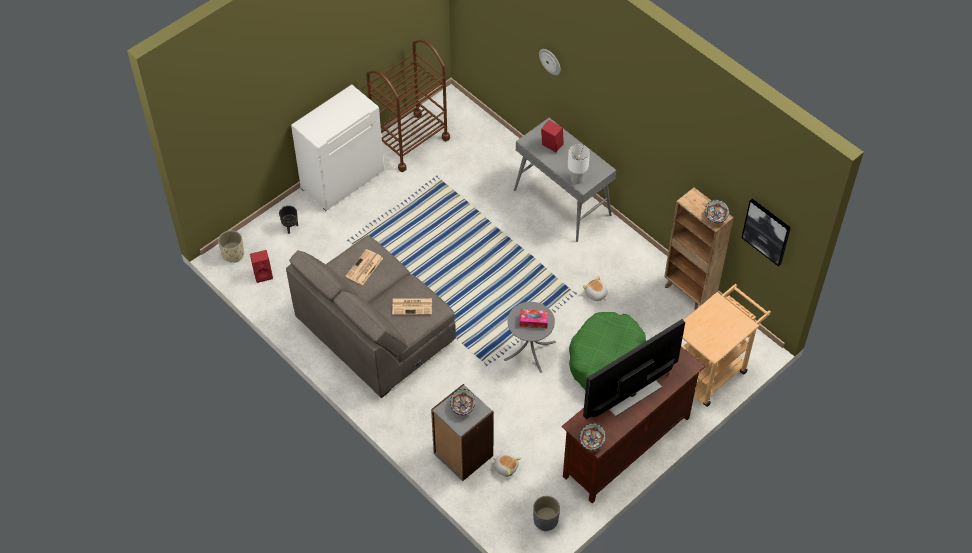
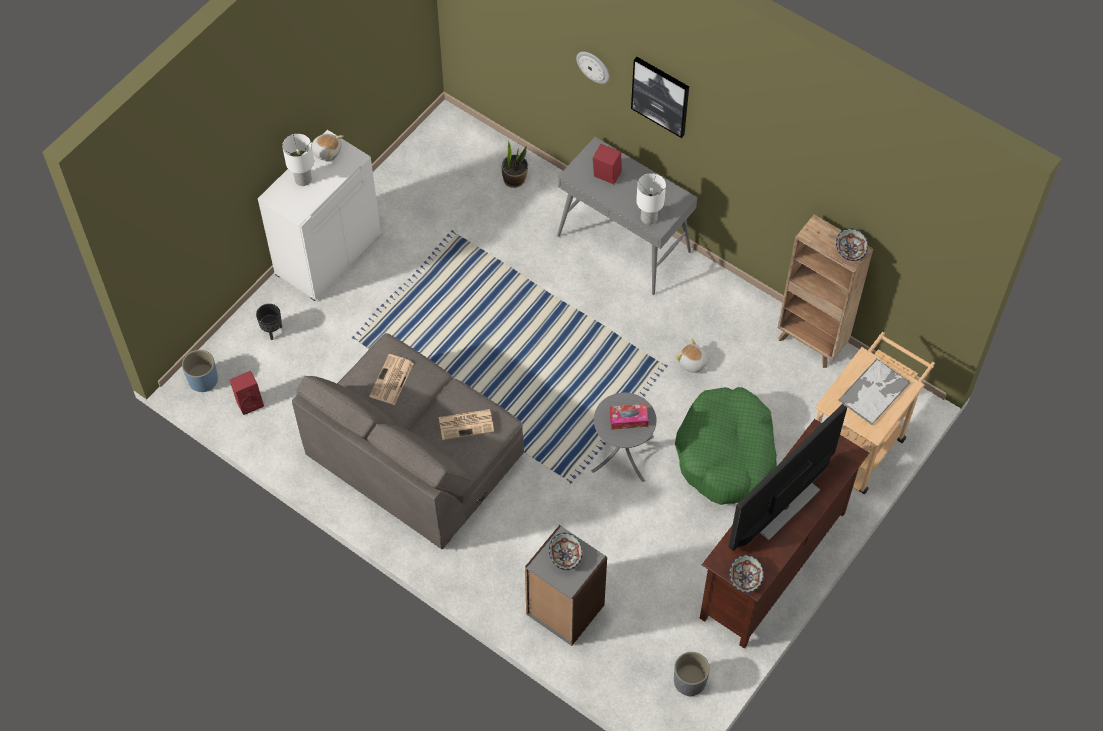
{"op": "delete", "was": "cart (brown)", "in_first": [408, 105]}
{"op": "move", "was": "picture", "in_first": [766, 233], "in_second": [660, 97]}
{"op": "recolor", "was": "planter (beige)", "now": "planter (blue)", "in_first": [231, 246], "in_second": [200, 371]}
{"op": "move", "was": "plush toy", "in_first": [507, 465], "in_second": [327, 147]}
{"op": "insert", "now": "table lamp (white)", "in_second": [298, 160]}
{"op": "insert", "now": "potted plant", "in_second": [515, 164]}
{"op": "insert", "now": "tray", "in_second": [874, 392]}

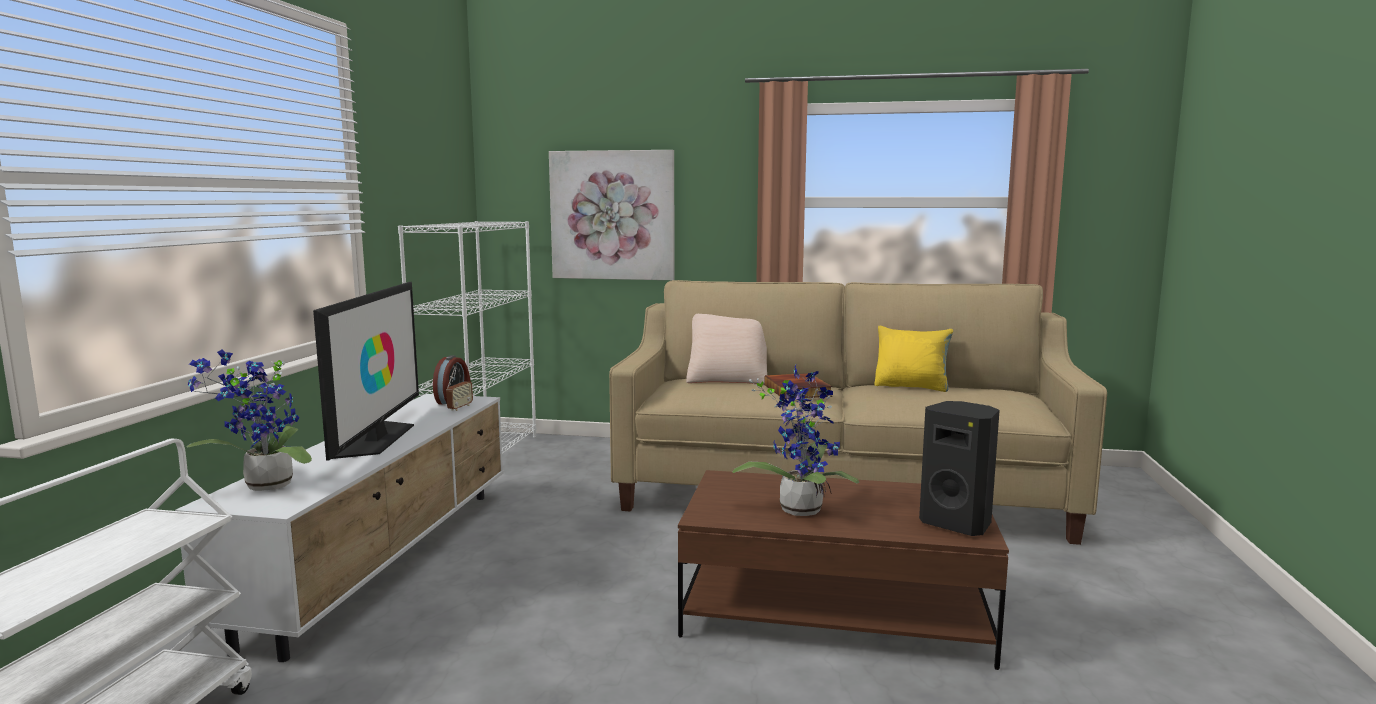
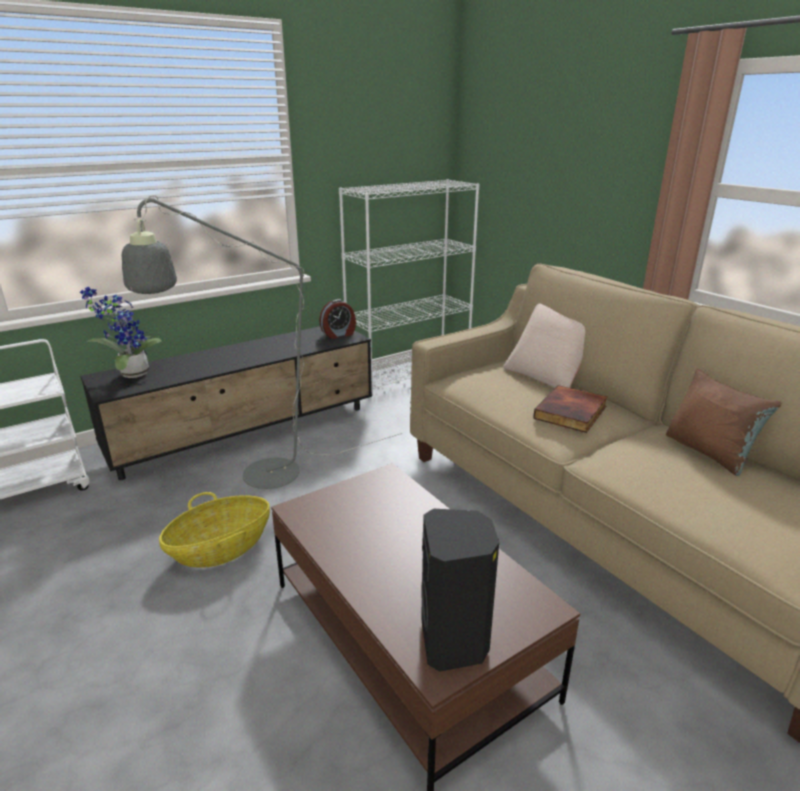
{"op": "delete", "was": "picture", "in_first": [612, 215]}
{"op": "delete", "was": "television", "in_first": [366, 371]}
{"op": "recolor", "was": "pillow (yellow)", "now": "pillow (brown)", "in_first": [913, 359], "in_second": [724, 422]}
{"op": "delete", "was": "potted plant", "in_first": [795, 440]}
{"op": "delete", "was": "radio", "in_first": [459, 388]}
{"op": "recolor", "was": "tv stand (white)", "now": "tv stand (black)", "in_first": [339, 528], "in_second": [226, 403]}
{"op": "insert", "now": "floor lamp (grey)", "in_second": [262, 342]}
{"op": "insert", "now": "basket", "in_second": [214, 530]}

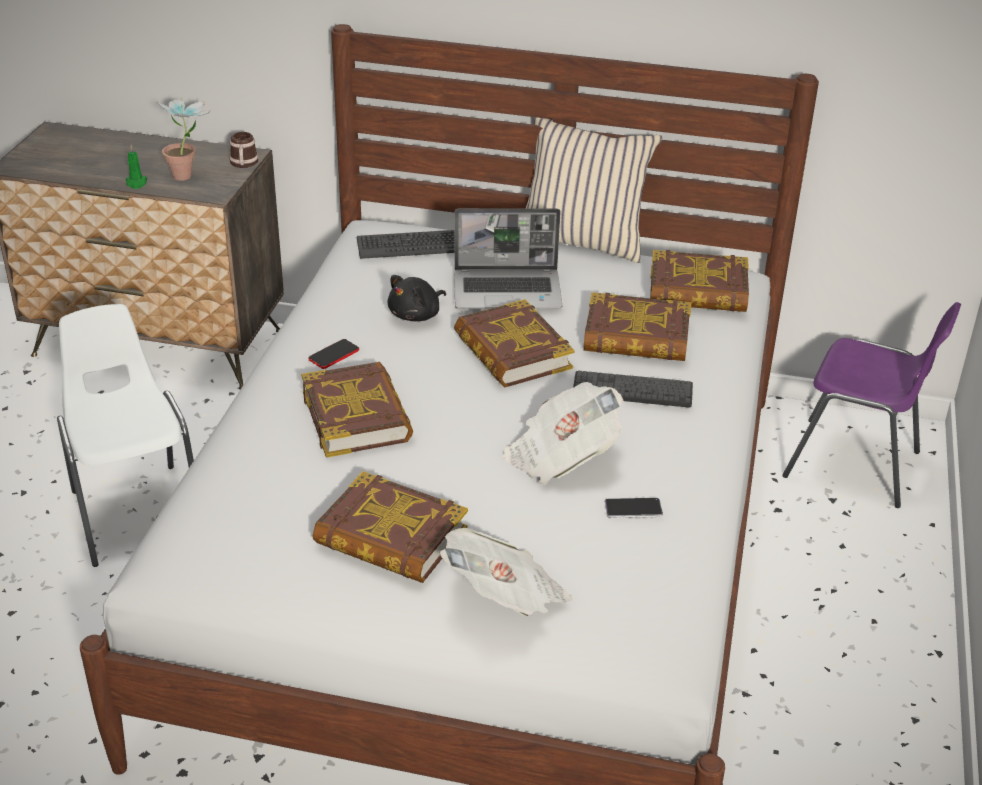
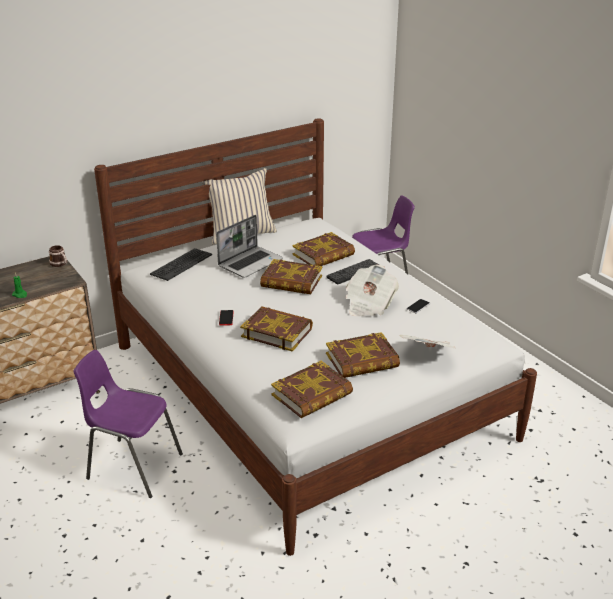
{"op": "delete", "was": "potted plant", "in_first": [184, 139]}
{"op": "move", "was": "book", "in_first": [699, 281], "in_second": [312, 389]}
{"op": "delete", "was": "plush toy (black)", "in_first": [417, 298]}
{"op": "recolor", "was": "chair (white)", "now": "chair (purple)", "in_first": [125, 435], "in_second": [128, 424]}

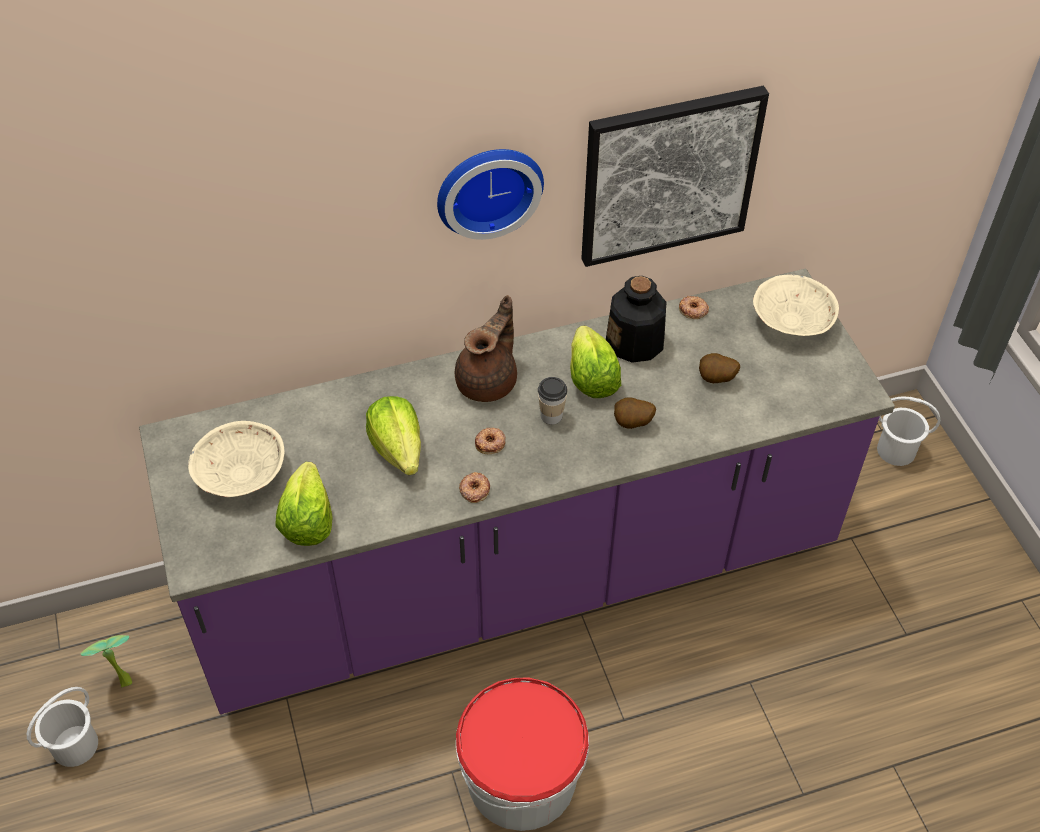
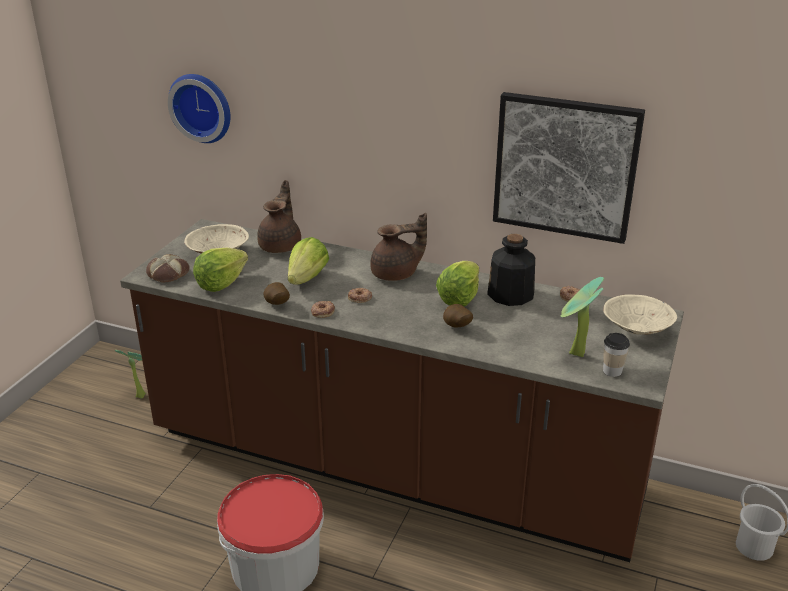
{"op": "move", "was": "wall clock", "in_first": [490, 194], "in_second": [199, 108]}
{"op": "recolor", "was": "counter (purple)", "now": "counter (brown)", "in_first": [517, 491], "in_second": [402, 390]}
{"op": "move", "was": "potato", "in_first": [719, 368], "in_second": [276, 293]}
{"op": "move", "was": "cup", "in_first": [552, 400], "in_second": [616, 355]}
{"op": "delete", "was": "bucket (white)", "in_first": [62, 727]}
{"op": "insert", "now": "teapot (brown)", "in_second": [279, 216]}
{"op": "insert", "now": "bread", "in_second": [168, 268]}
{"op": "insert", "now": "potted plant", "in_second": [582, 317]}

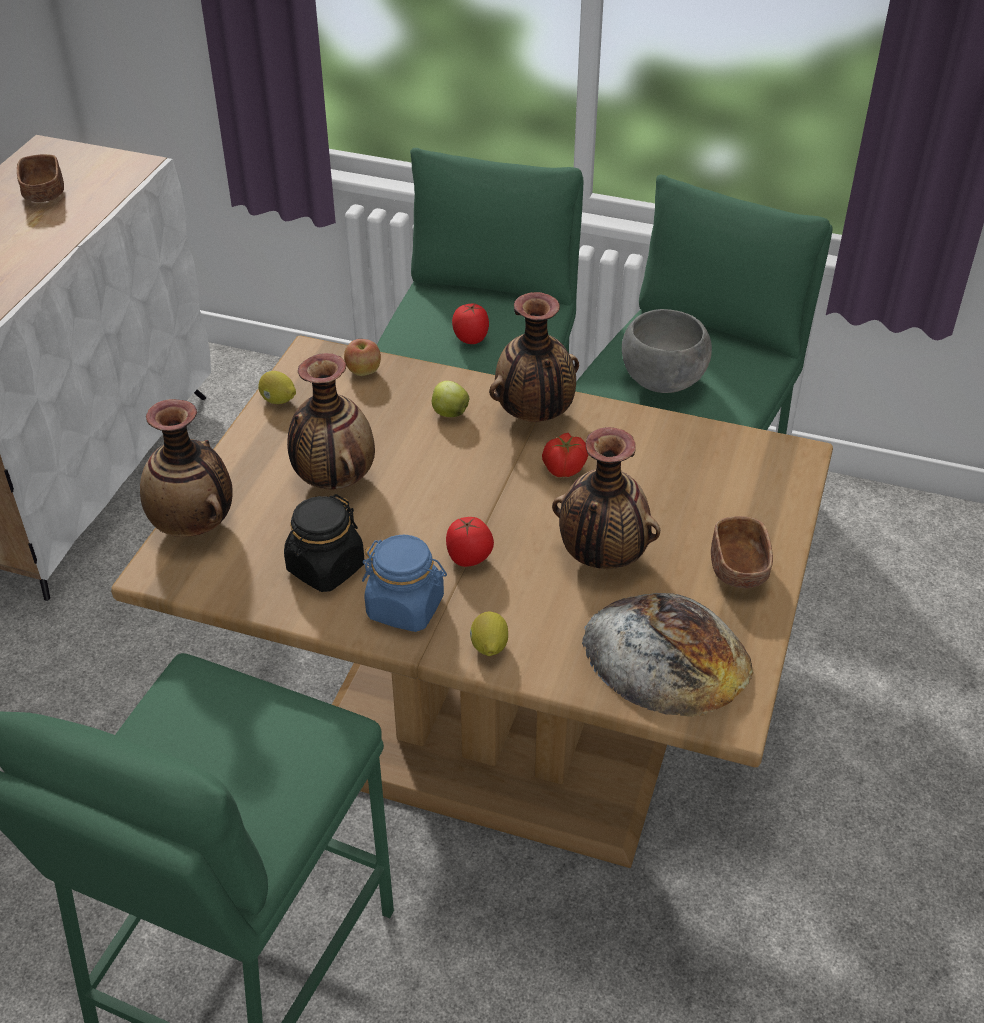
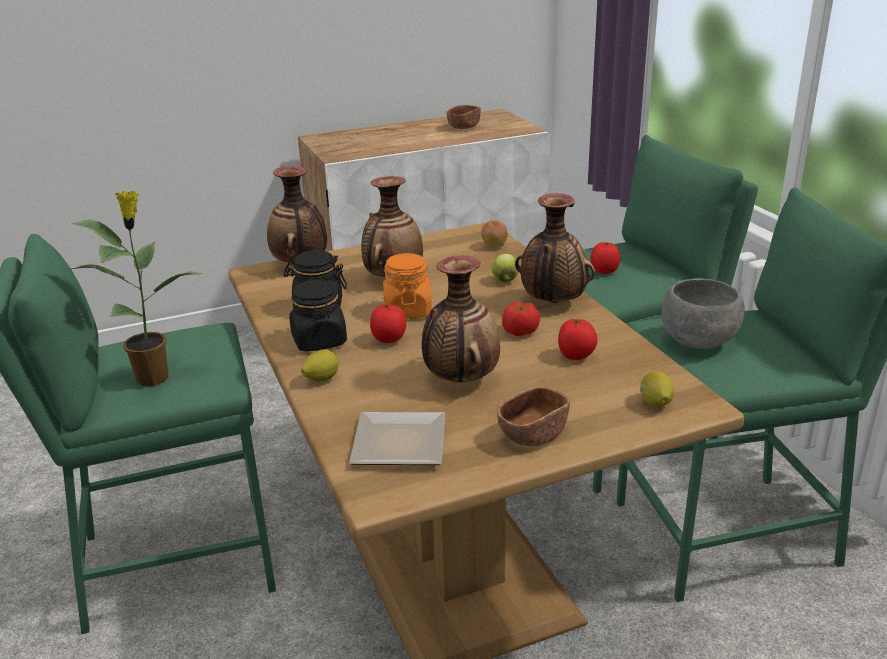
{"op": "move", "was": "lemon", "in_first": [277, 387], "in_second": [657, 388]}
{"op": "recolor", "was": "jar (blue)", "now": "jar (black)", "in_first": [404, 583], "in_second": [318, 315]}
{"op": "replace", "was": "bread", "now": "plate", "in_first": [667, 655], "in_second": [397, 438]}
{"op": "insert", "now": "potted plant", "in_second": [136, 288]}
{"op": "insert", "now": "jar (orange)", "in_second": [407, 286]}
{"op": "insert", "now": "tomato", "in_second": [577, 339]}

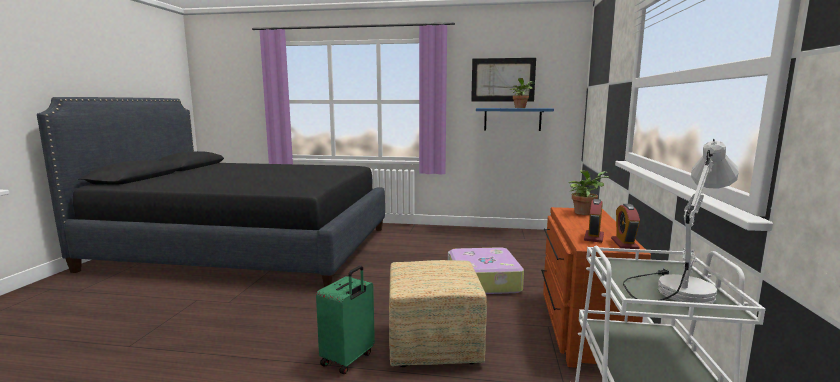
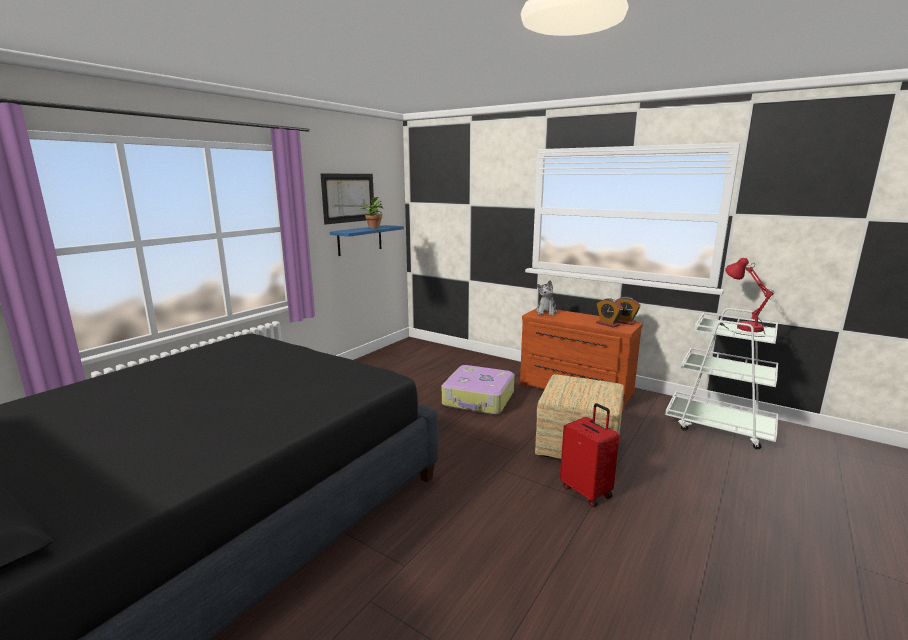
{"op": "recolor", "was": "table lamp (white)", "now": "table lamp (red)", "in_first": [681, 221], "in_second": [747, 297]}
{"op": "replace", "was": "potted plant", "now": "plush toy", "in_first": [589, 192], "in_second": [546, 298]}
{"op": "recolor", "was": "suitcase (green)", "now": "suitcase (red)", "in_first": [345, 320], "in_second": [589, 455]}

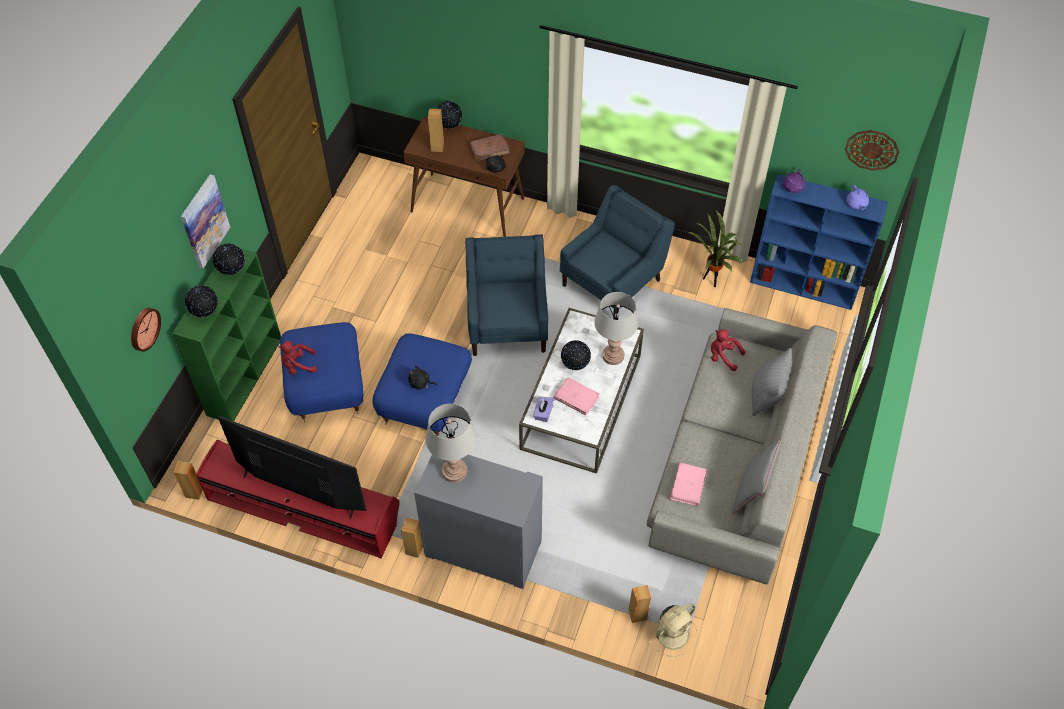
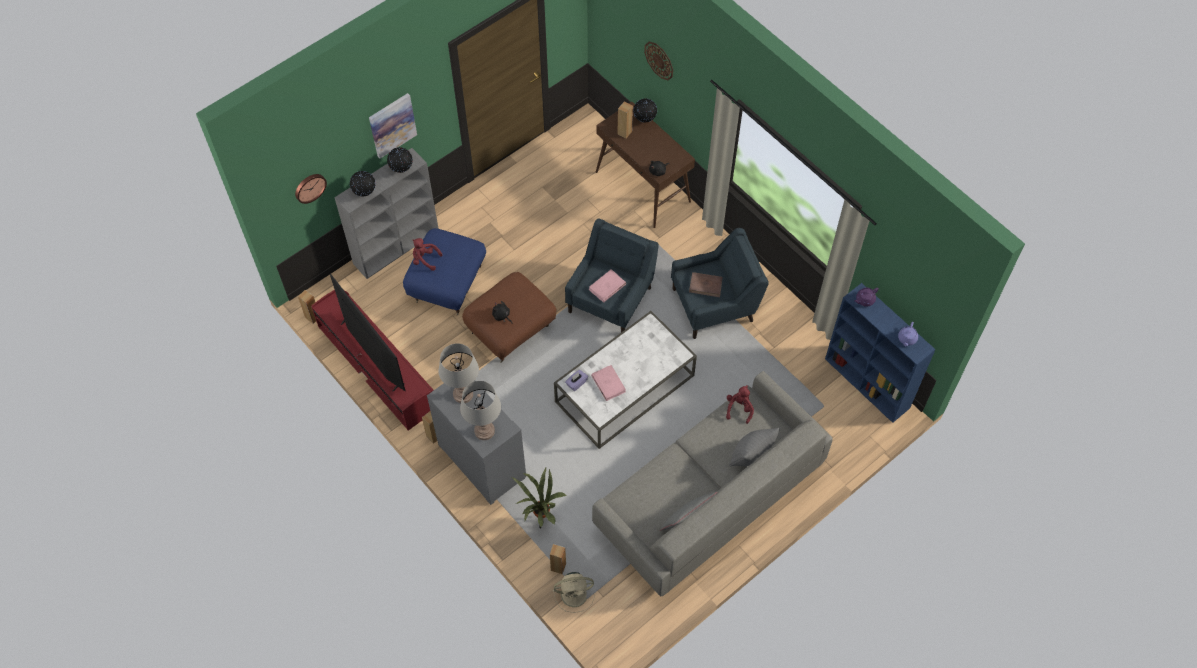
{"op": "move", "was": "wall clock", "in_first": [872, 150], "in_second": [658, 61]}
{"op": "move", "was": "book (brown)", "in_first": [490, 147], "in_second": [706, 284]}
{"op": "move", "was": "potted plant", "in_first": [714, 248], "in_second": [539, 497]}
{"op": "recolor", "was": "bookcase (green)", "now": "bookcase (grey)", "in_first": [226, 334], "in_second": [386, 213]}
{"op": "move", "was": "table lamp (grey)", "in_first": [616, 328], "in_second": [480, 410]}
{"op": "rotate", "was": "plush toy (red)", "in_first": [728, 350], "in_second": [740, 404], "clockwise": 45}
{"op": "recolor", "was": "ottoman (blue)", "now": "ottoman (brown)", "in_first": [422, 384], "in_second": [509, 317]}
{"op": "delete", "was": "globe", "in_first": [576, 355]}
{"op": "move", "was": "book (pink)", "in_first": [688, 484], "in_second": [607, 286]}

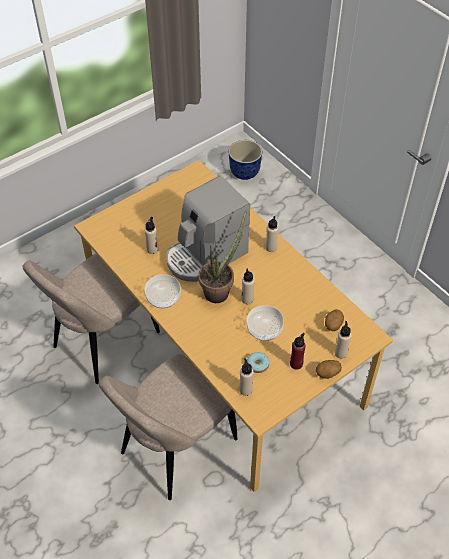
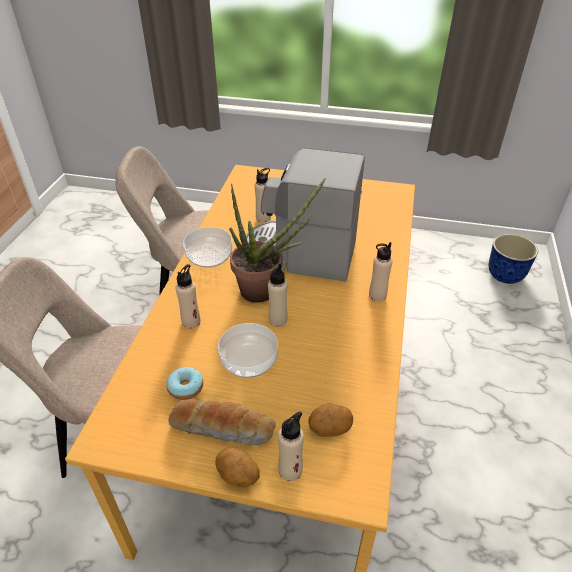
{"op": "replace", "was": "bottle (red)", "now": "bread", "in_first": [298, 351], "in_second": [222, 422]}
{"op": "move", "was": "bottle (beige)", "in_first": [246, 377], "in_second": [187, 296]}

